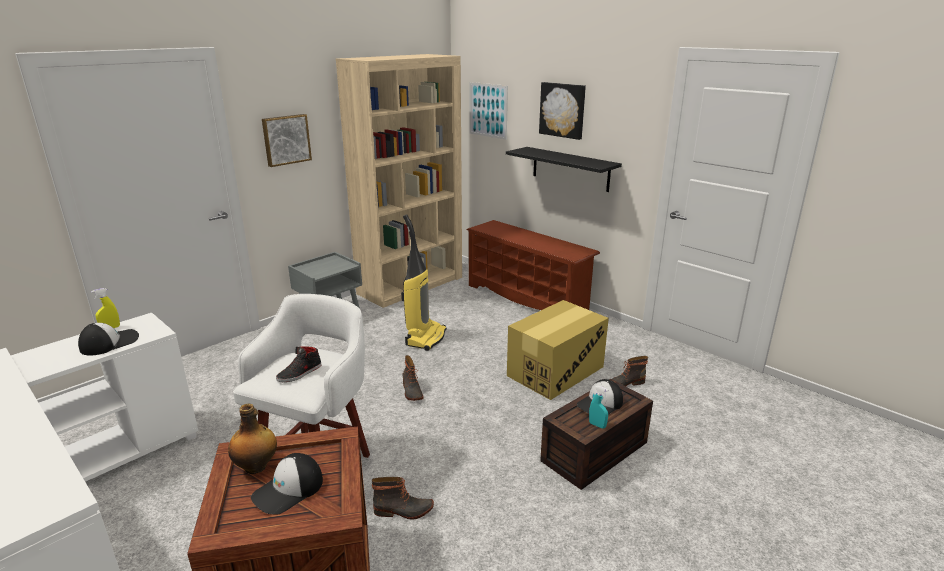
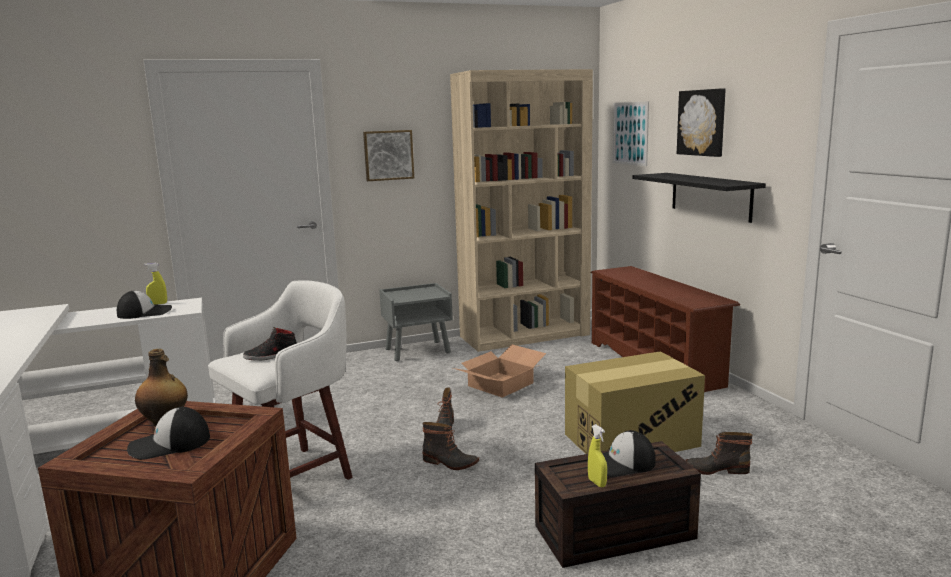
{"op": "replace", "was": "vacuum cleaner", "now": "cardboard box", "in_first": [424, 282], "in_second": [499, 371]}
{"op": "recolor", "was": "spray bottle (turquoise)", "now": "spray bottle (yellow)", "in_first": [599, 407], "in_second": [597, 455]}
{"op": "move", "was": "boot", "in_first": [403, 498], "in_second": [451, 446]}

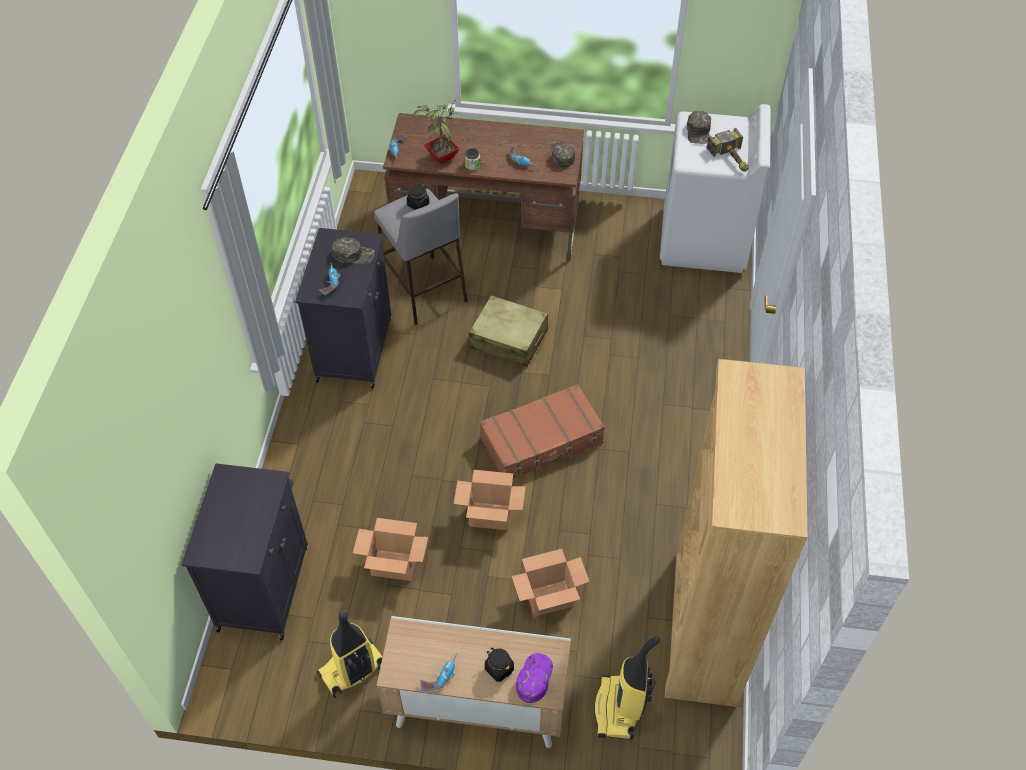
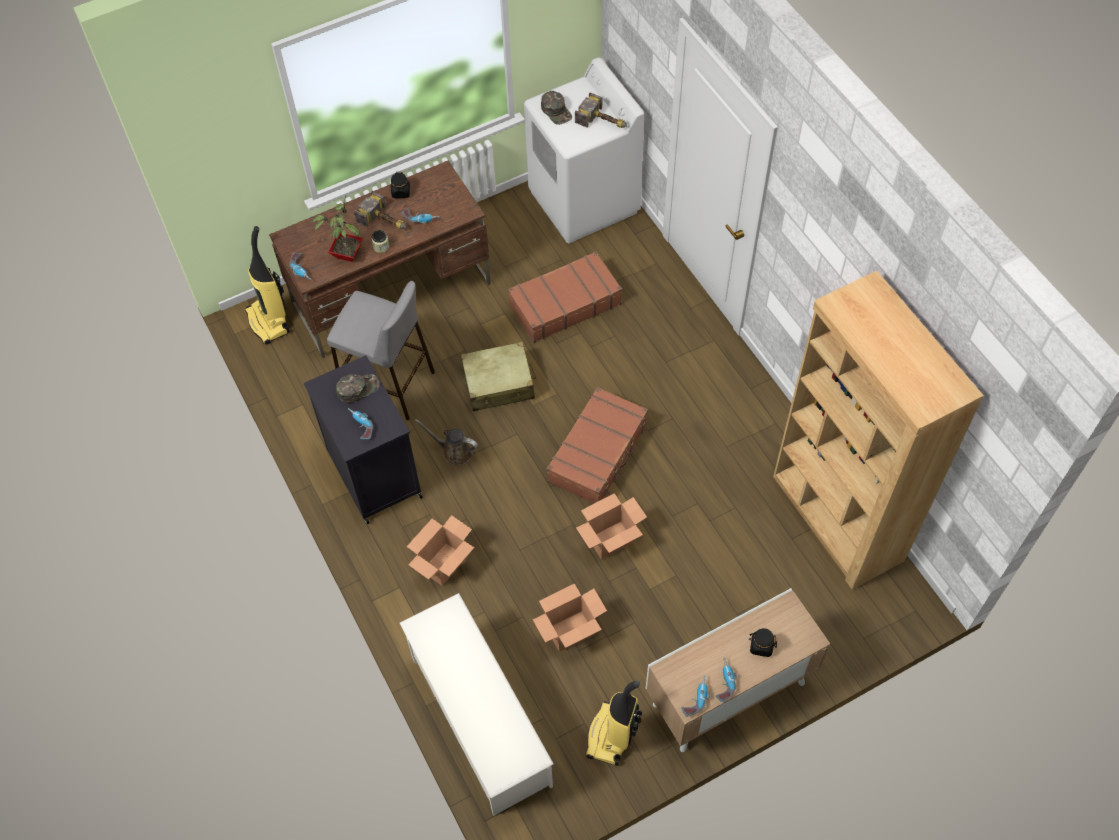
{"op": "delete", "was": "cap (green)", "in_first": [563, 154]}
{"op": "move", "was": "jar (black)", "in_first": [418, 196], "in_second": [400, 185]}
{"op": "replace", "was": "cabinet (black)", "now": "shoe rack (white)", "in_first": [244, 552], "in_second": [477, 704]}
{"op": "move", "was": "cardboard box", "in_first": [551, 583], "in_second": [440, 550]}
{"op": "move", "was": "vacuum cleaner", "in_first": [627, 687], "in_second": [267, 285]}
{"op": "delete", "was": "cap (purple)", "in_first": [534, 678]}
{"op": "insert", "now": "hammer", "in_second": [379, 210]}
{"op": "insert", "now": "suitcase (brown)", "in_second": [565, 297]}
{"op": "insert", "now": "watering can (brown)", "in_second": [446, 442]}
{"op": "insert", "now": "power drill", "in_second": [695, 696]}

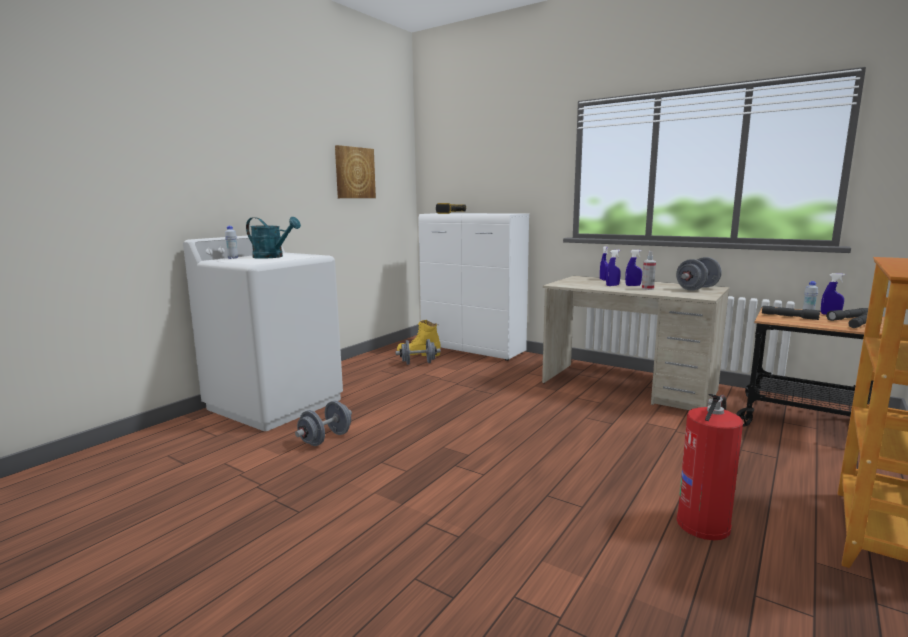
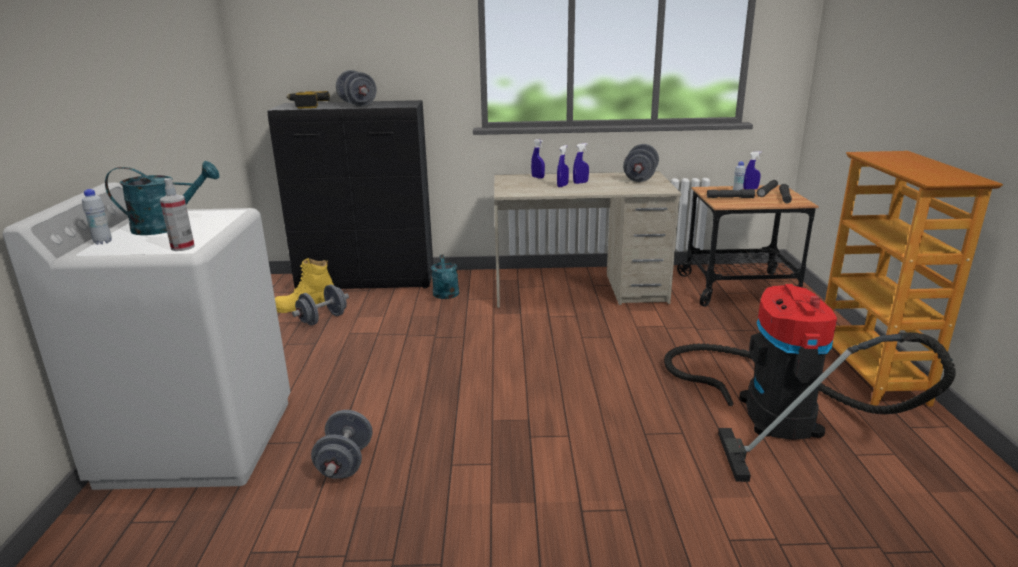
{"op": "delete", "was": "picture", "in_first": [355, 171]}
{"op": "recolor", "was": "cabinet (white)", "now": "cabinet (black)", "in_first": [474, 287], "in_second": [350, 194]}
{"op": "move", "was": "spray bottle", "in_first": [649, 270], "in_second": [177, 214]}
{"op": "replace", "was": "fire extinguisher", "now": "vacuum cleaner", "in_first": [710, 467], "in_second": [810, 383]}
{"op": "insert", "now": "dumbbell (grey)", "in_second": [356, 88]}
{"op": "insert", "now": "watering can (turquoise)", "in_second": [445, 276]}

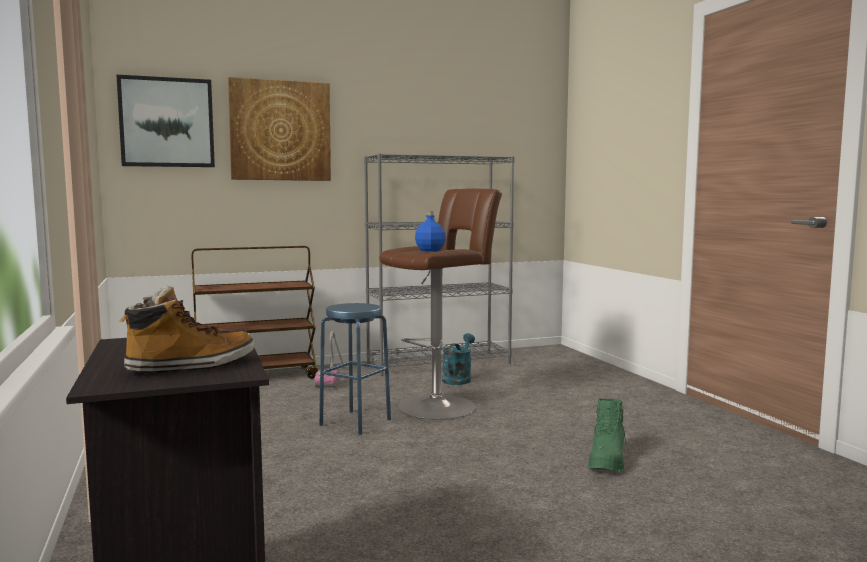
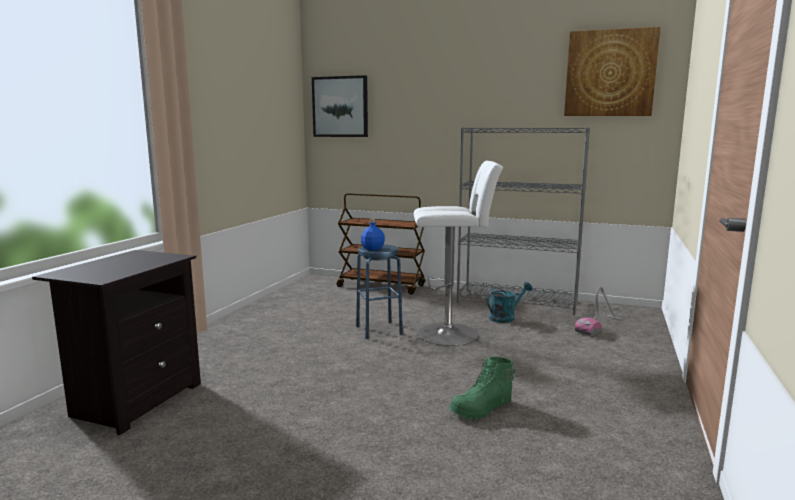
{"op": "move", "was": "picture", "in_first": [279, 129], "in_second": [612, 71]}
{"op": "recolor", "was": "stool (brown)", "now": "stool (white)", "in_first": [440, 304], "in_second": [458, 253]}
{"op": "move", "was": "bottle (blue)", "in_first": [430, 231], "in_second": [373, 235]}
{"op": "delete", "was": "boot", "in_first": [186, 329]}
{"op": "move", "was": "vacuum cleaner", "in_first": [331, 359], "in_second": [599, 311]}

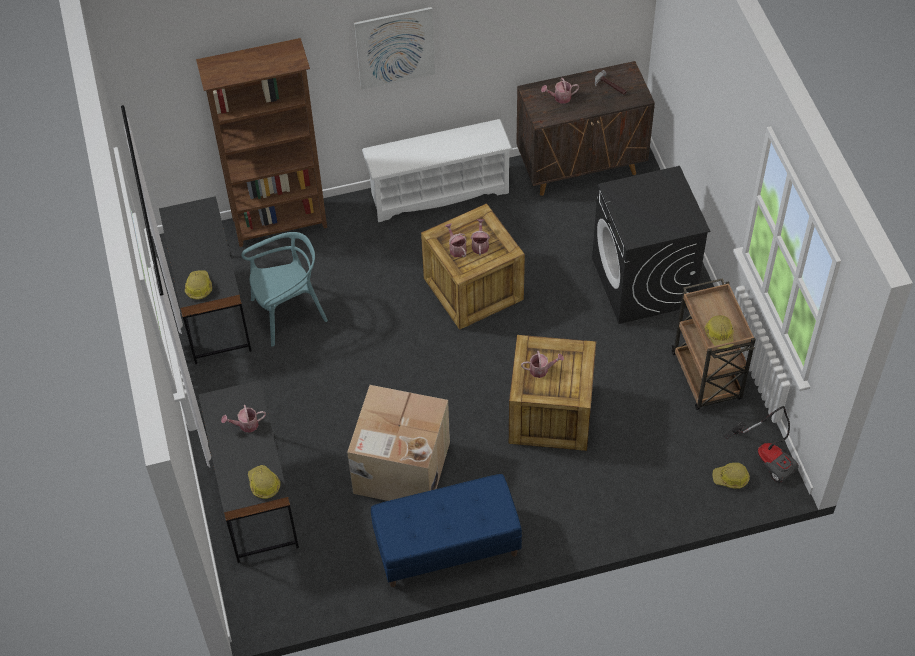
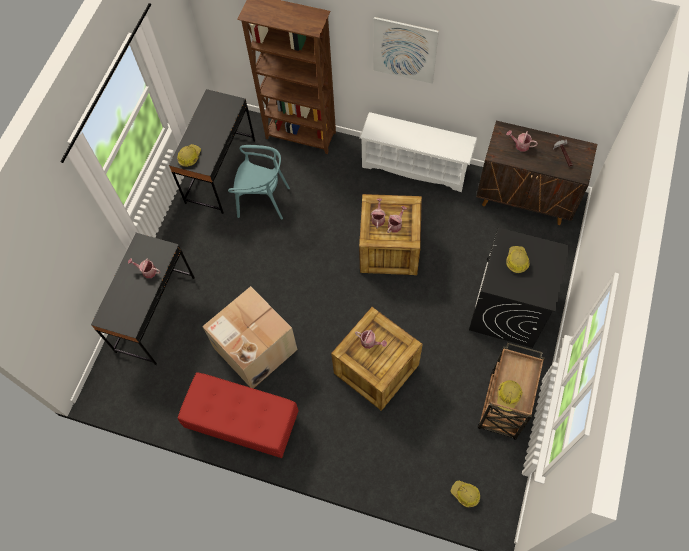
{"op": "delete", "was": "vacuum cleaner", "in_first": [761, 444]}
{"op": "move", "was": "hard hat", "in_first": [264, 482], "in_second": [518, 259]}
{"op": "recolor", "was": "bench (blue)", "now": "bench (red)", "in_first": [446, 530], "in_second": [238, 415]}

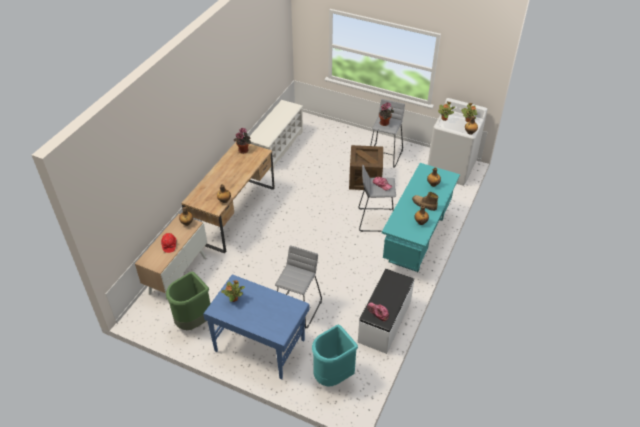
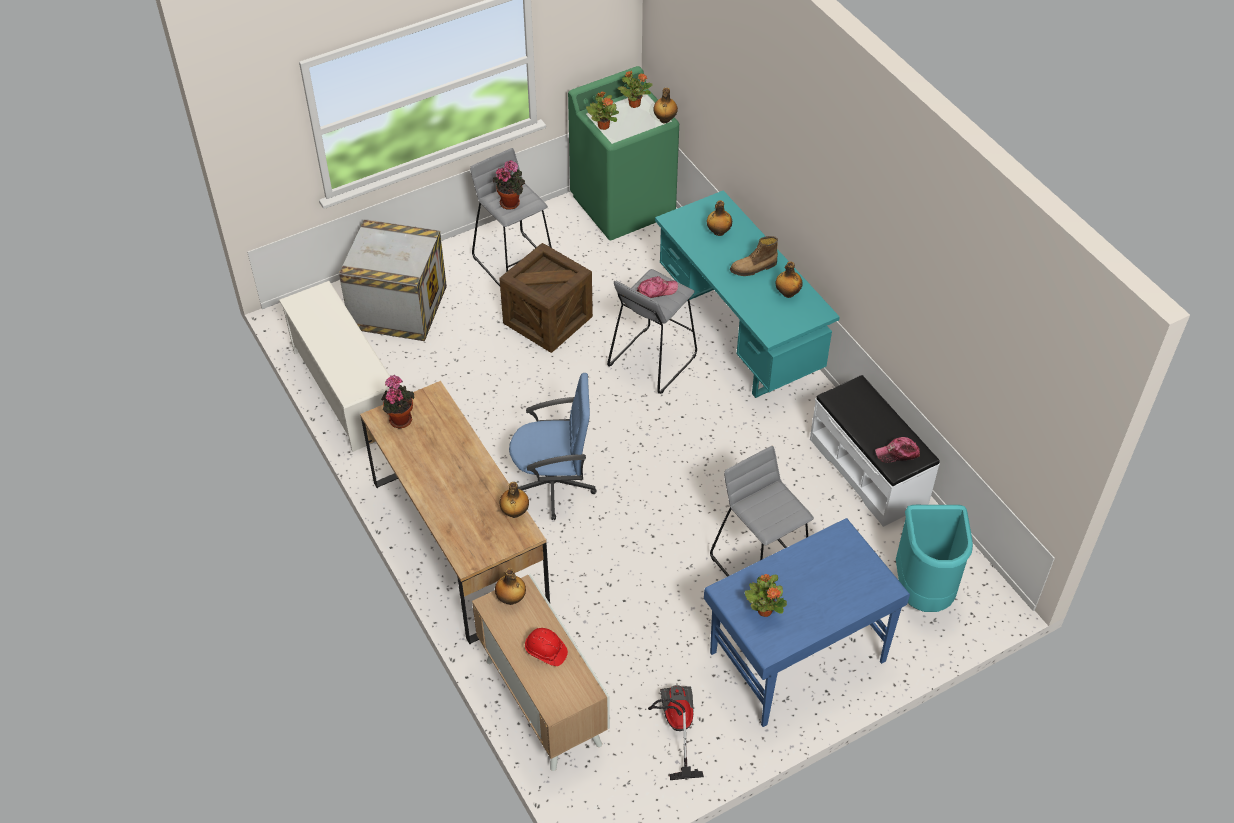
{"op": "recolor", "was": "washing machine (white)", "now": "washing machine (green)", "in_first": [458, 142], "in_second": [623, 153]}
{"op": "replace", "was": "trash can (green)", "now": "vacuum cleaner", "in_first": [188, 301], "in_second": [676, 732]}
{"op": "insert", "now": "crate", "in_second": [393, 280]}
{"op": "insert", "now": "office chair (blue)", "in_second": [553, 446]}

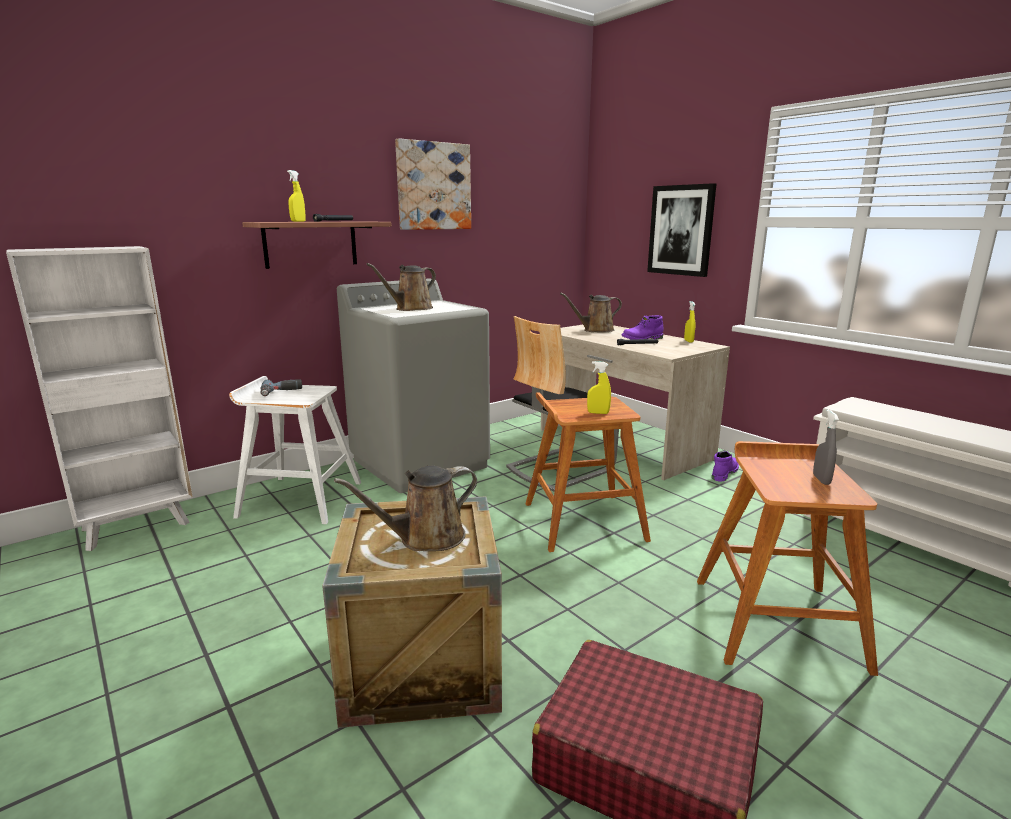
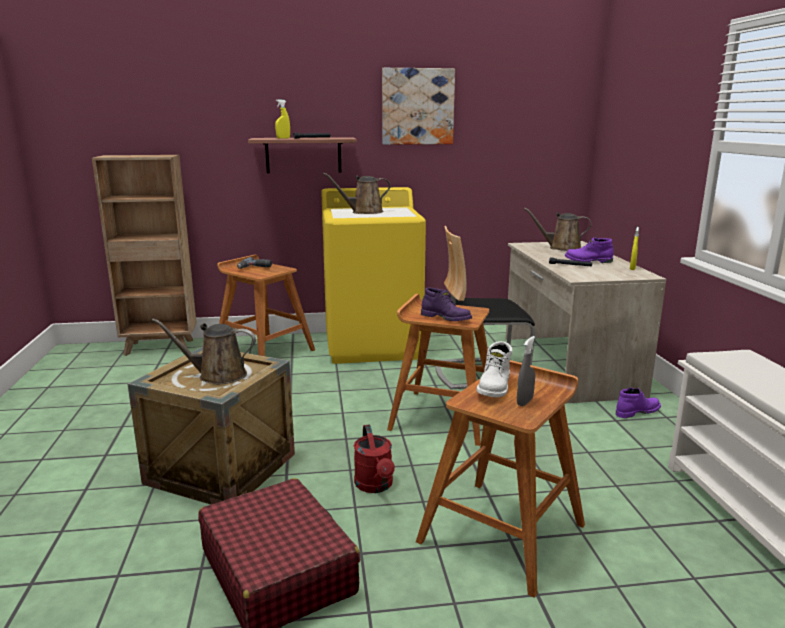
{"op": "delete", "was": "picture", "in_first": [681, 230]}
{"op": "recolor", "was": "bookcase (white)", "now": "bookcase (brown)", "in_first": [99, 398], "in_second": [144, 255]}
{"op": "recolor", "was": "washing machine (grey)", "now": "washing machine (yellow)", "in_first": [413, 385], "in_second": [373, 275]}
{"op": "replace", "was": "spray bottle (yellow)", "now": "boot (purple)", "in_first": [599, 387], "in_second": [446, 304]}
{"op": "recolor", "was": "stool (white)", "now": "stool (brown)", "in_first": [295, 450], "in_second": [266, 305]}
{"op": "insert", "now": "boot (white)", "in_second": [494, 369]}
{"op": "insert", "now": "watering can (red)", "in_second": [374, 458]}

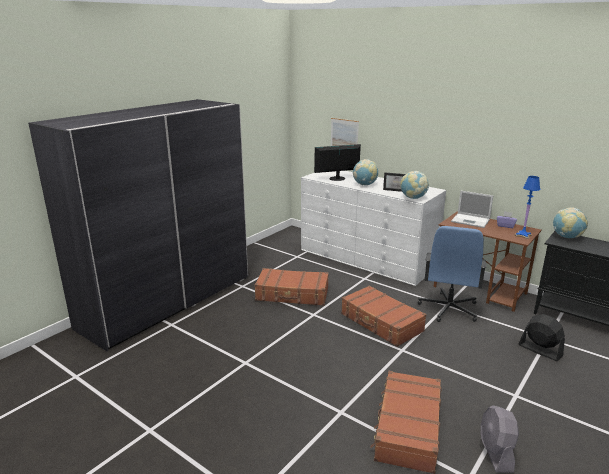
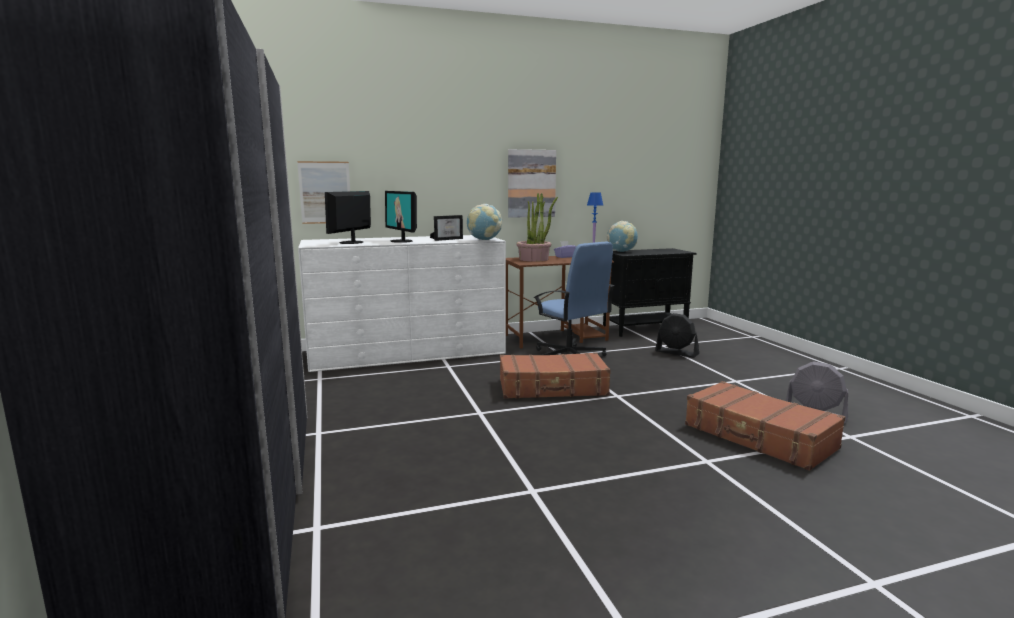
{"op": "replace", "was": "globe", "now": "monitor", "in_first": [365, 172], "in_second": [401, 217]}
{"op": "replace", "was": "laptop", "now": "potted plant", "in_first": [472, 209], "in_second": [537, 227]}
{"op": "delete", "was": "suitcase (brown)", "in_first": [291, 287]}
{"op": "rotate", "was": "fan (black)", "in_first": [542, 337], "in_second": [677, 335], "clockwise": -135}
{"op": "insert", "now": "picture", "in_second": [532, 183]}

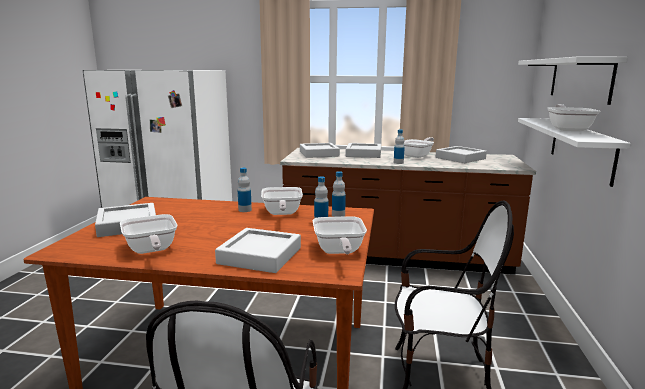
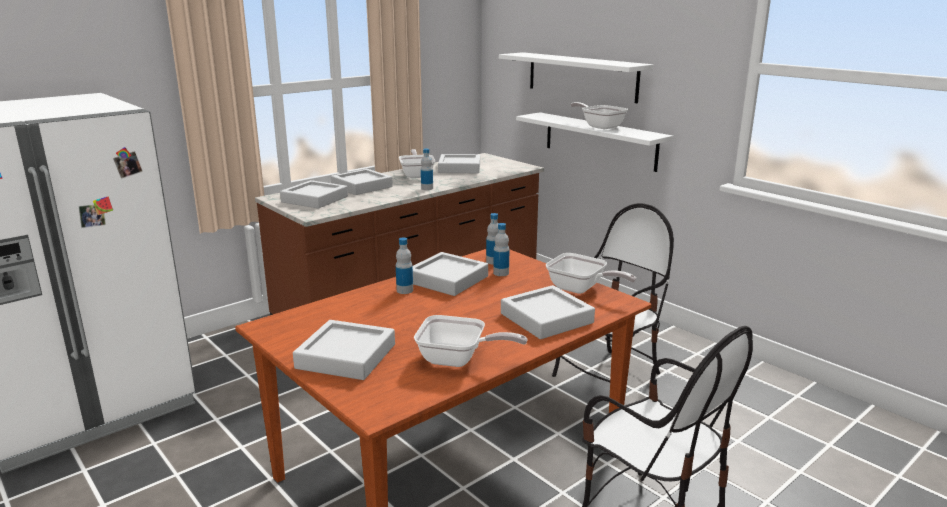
{"op": "replace", "was": "frying pan", "now": "tray (grey)", "in_first": [282, 201], "in_second": [450, 274]}

